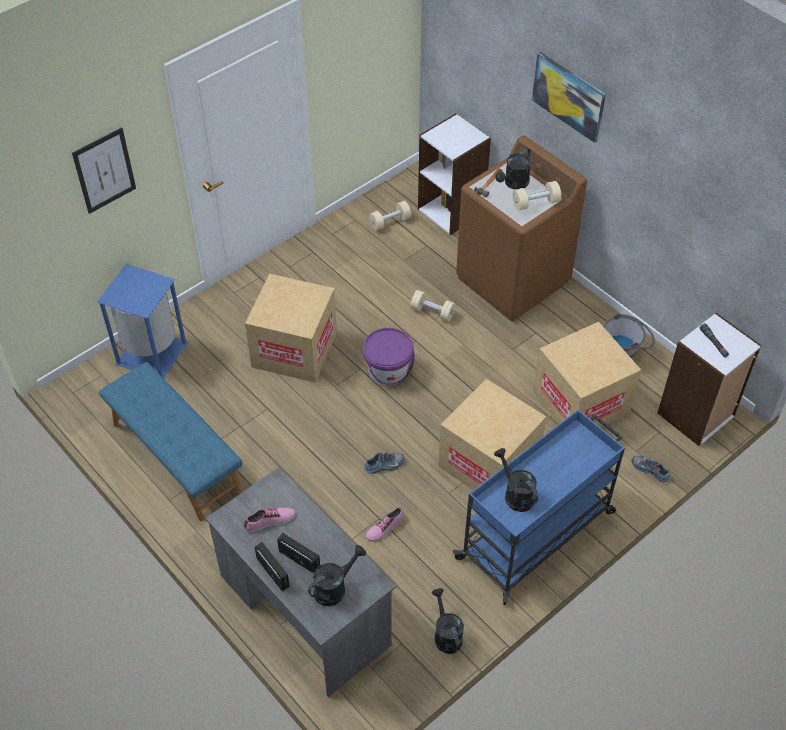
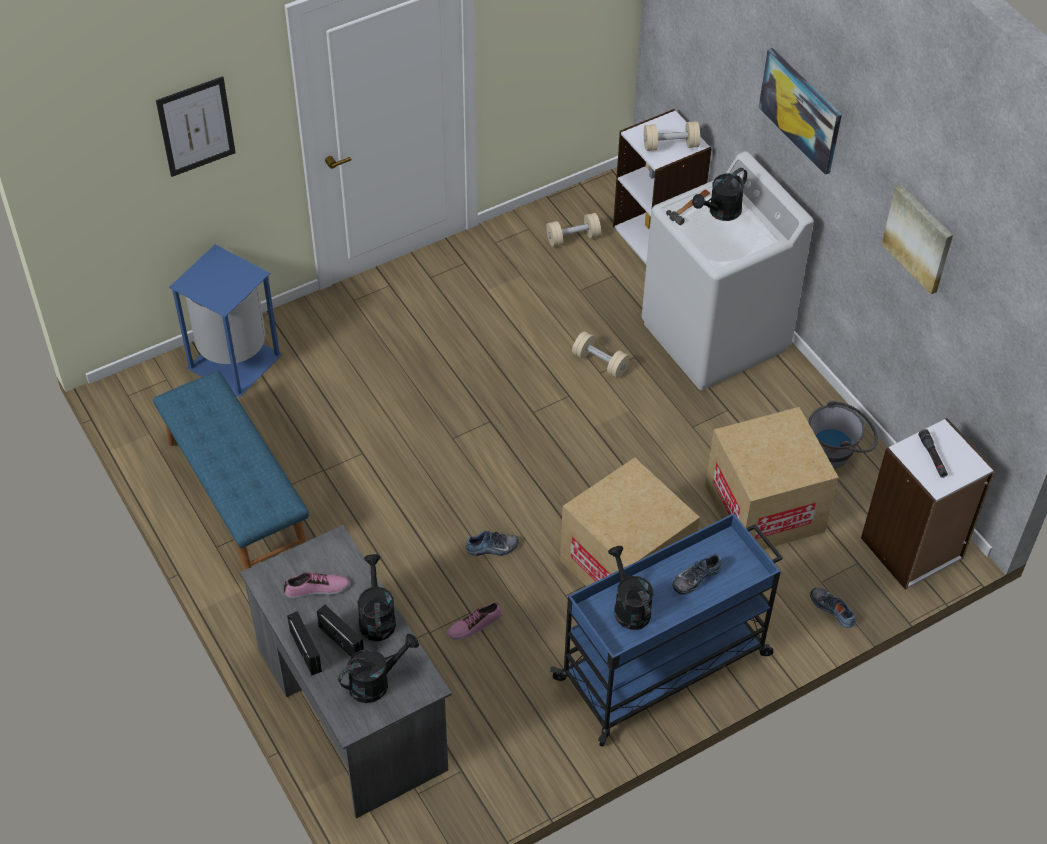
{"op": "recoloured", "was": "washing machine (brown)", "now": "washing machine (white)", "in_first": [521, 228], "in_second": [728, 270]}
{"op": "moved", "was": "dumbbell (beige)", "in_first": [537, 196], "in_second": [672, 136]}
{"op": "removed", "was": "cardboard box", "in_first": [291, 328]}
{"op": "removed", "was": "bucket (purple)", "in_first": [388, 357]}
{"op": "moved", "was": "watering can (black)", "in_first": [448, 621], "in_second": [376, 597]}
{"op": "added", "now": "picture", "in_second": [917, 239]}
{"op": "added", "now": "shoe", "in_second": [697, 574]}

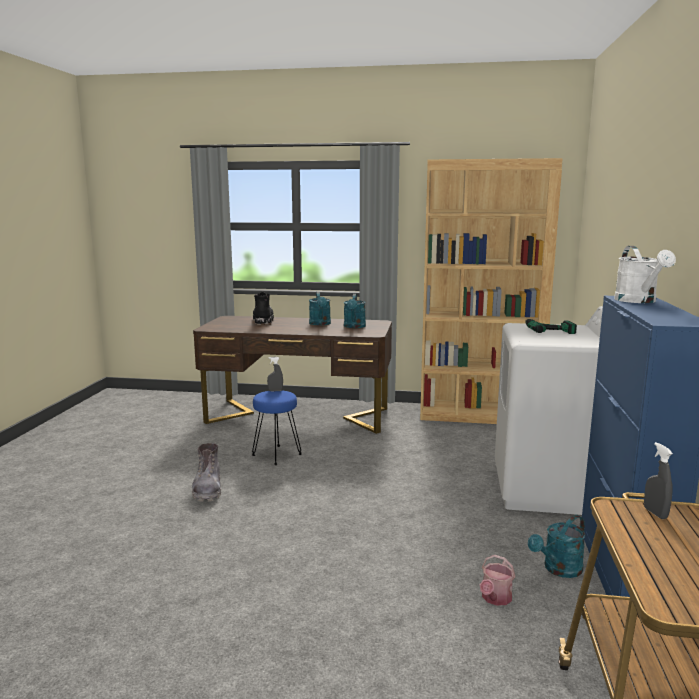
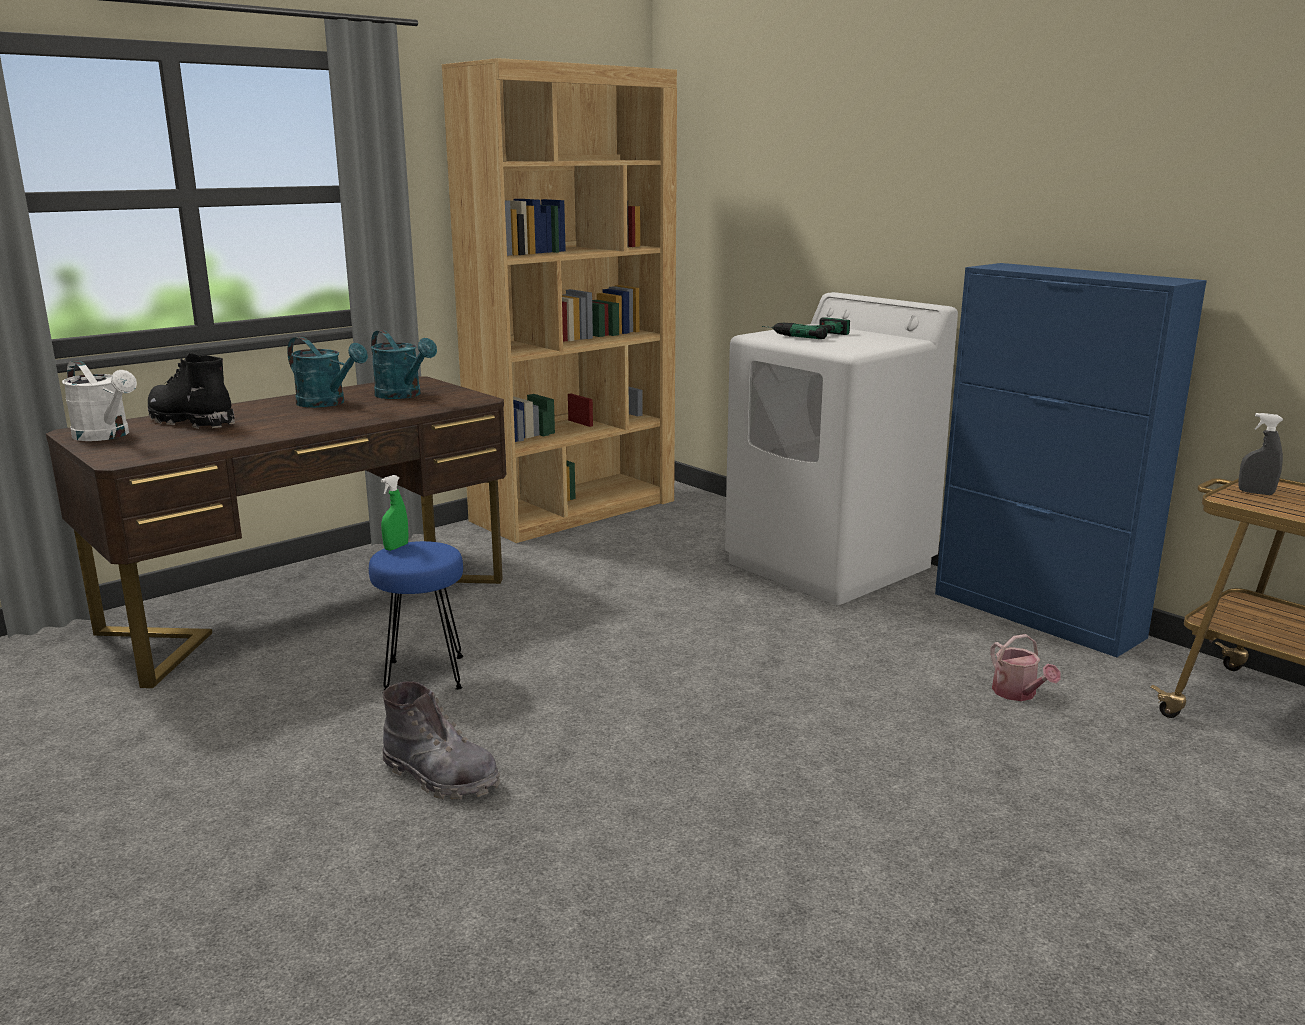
{"op": "moved", "was": "watering can (white)", "in_first": [645, 274], "in_second": [99, 400]}
{"op": "recoloured", "was": "spray bottle (grey)", "now": "spray bottle (green)", "in_first": [275, 374], "in_second": [394, 513]}
{"op": "removed", "was": "watering can (turquoise)", "in_first": [556, 546]}

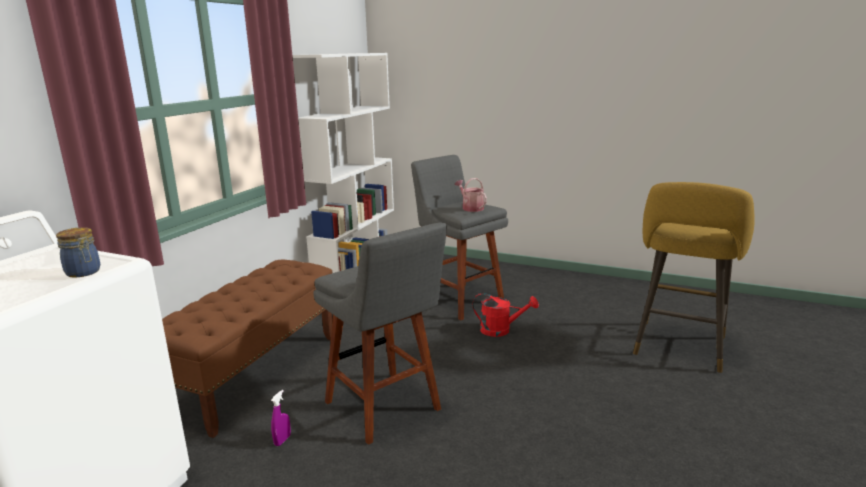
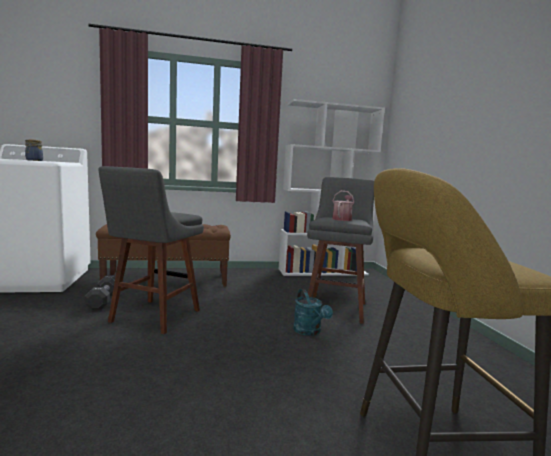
{"op": "recoloured", "was": "watering can (red)", "now": "watering can (turquoise)", "in_first": [506, 315], "in_second": [313, 312]}
{"op": "replaced", "was": "spray bottle (purple)", "now": "dumbbell (black)", "in_first": [281, 418], "in_second": [100, 293]}

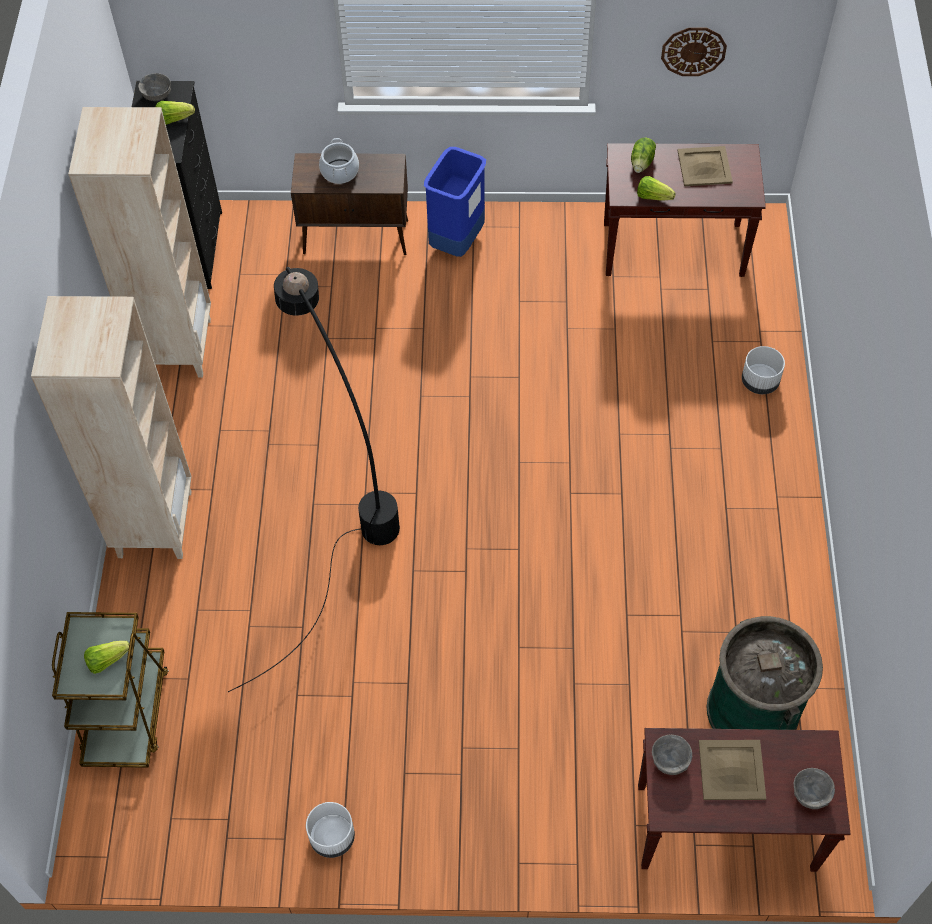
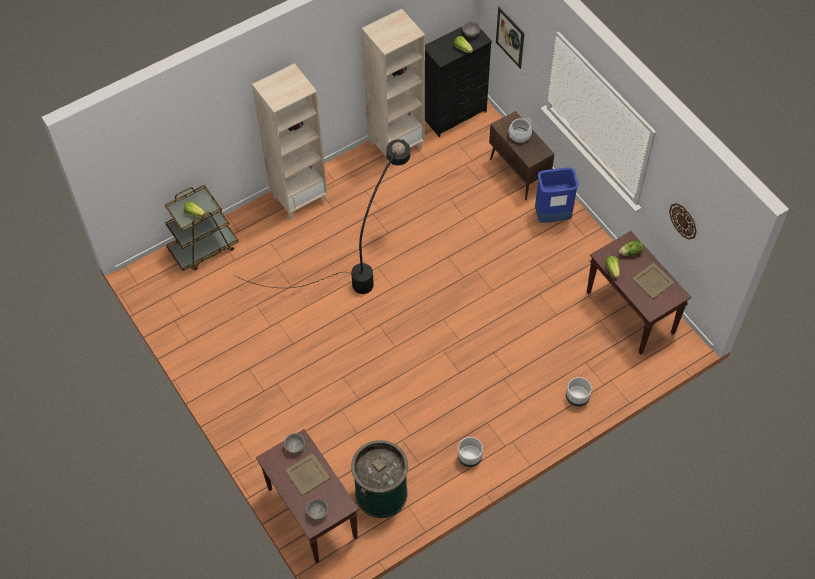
{"op": "moved", "was": "planter (white)", "in_first": [330, 830], "in_second": [470, 452]}
{"op": "added", "now": "picture", "in_second": [510, 38]}

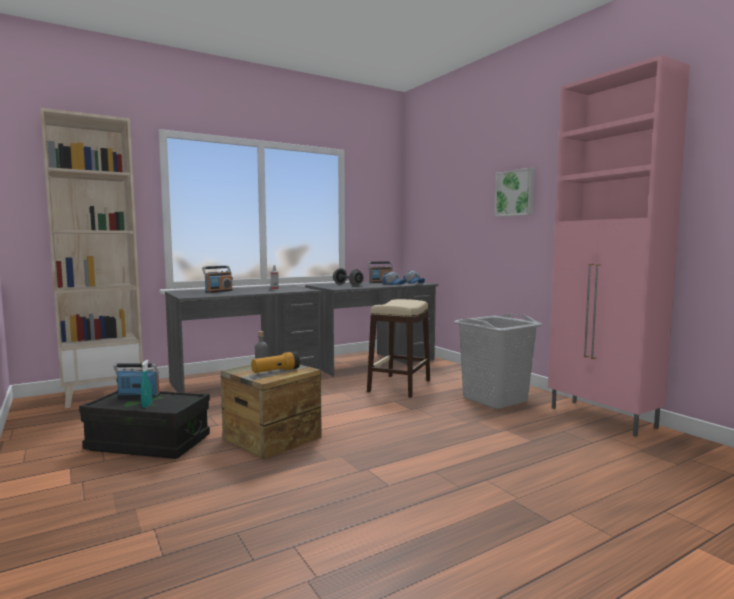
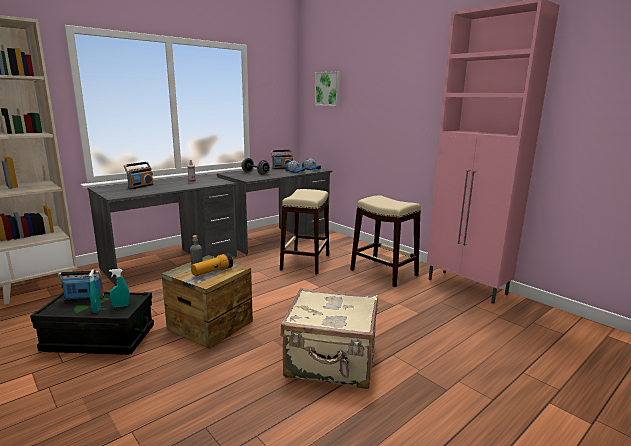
{"op": "moved", "was": "picture", "in_first": [514, 192], "in_second": [327, 88]}
{"op": "replaced", "was": "laundry basket (grey)", "now": "stool (beige)", "in_first": [498, 361], "in_second": [385, 241]}
{"op": "added", "now": "spray bottle (turquoise)", "in_second": [119, 288]}
{"op": "added", "now": "suitcase (beige)", "in_second": [329, 338]}

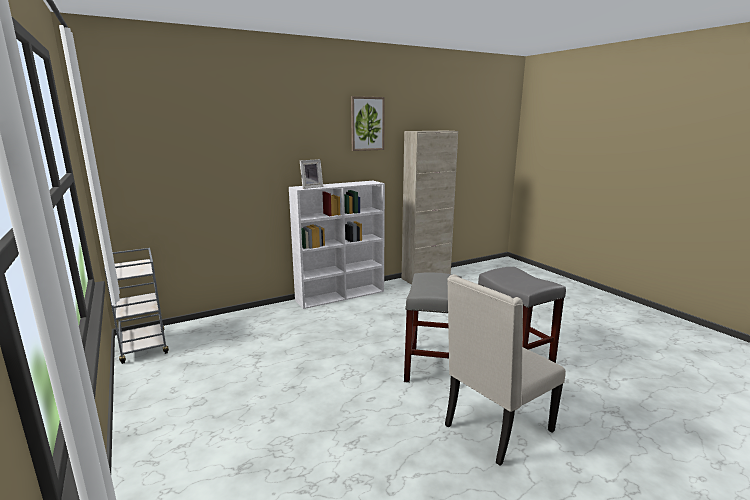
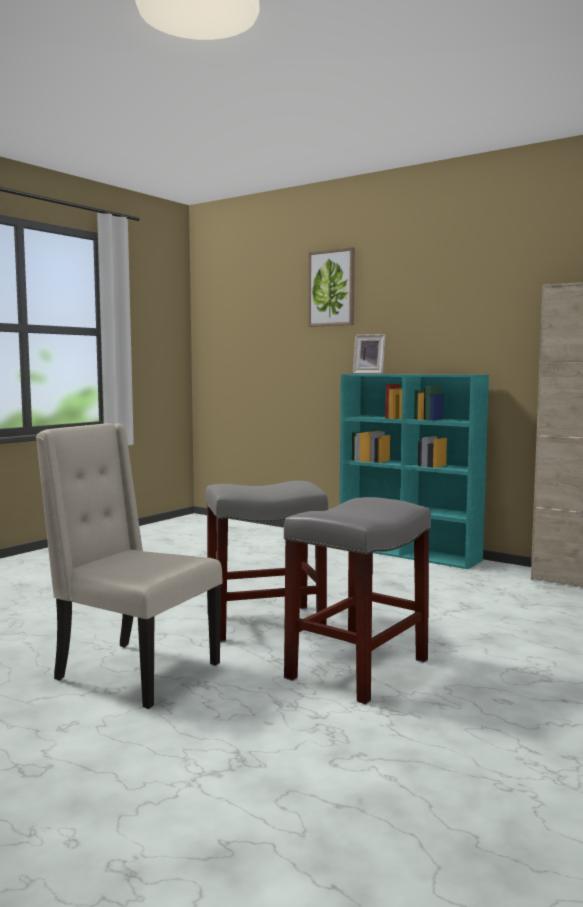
{"op": "moved", "was": "picture", "in_first": [368, 123], "in_second": [331, 287]}
{"op": "recoloured", "was": "bookcase (white)", "now": "bookcase (turquoise)", "in_first": [337, 245], "in_second": [414, 471]}
{"op": "removed", "was": "cart (grey)", "in_first": [136, 306]}

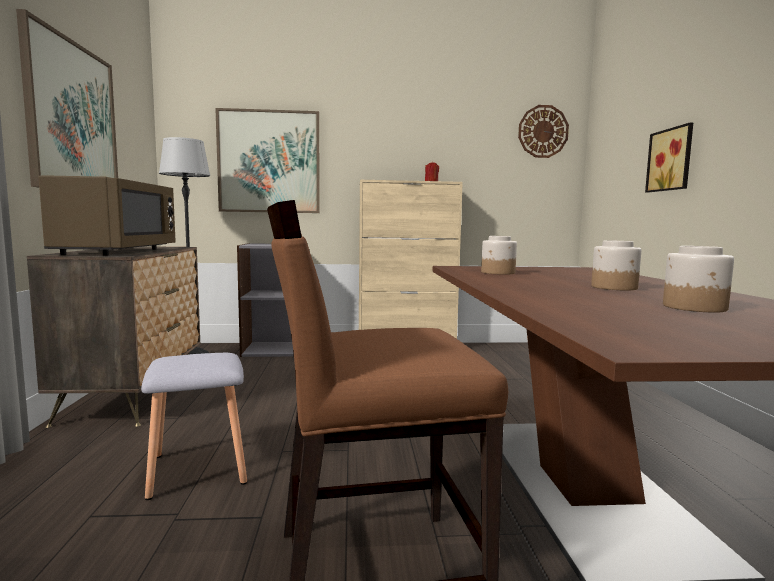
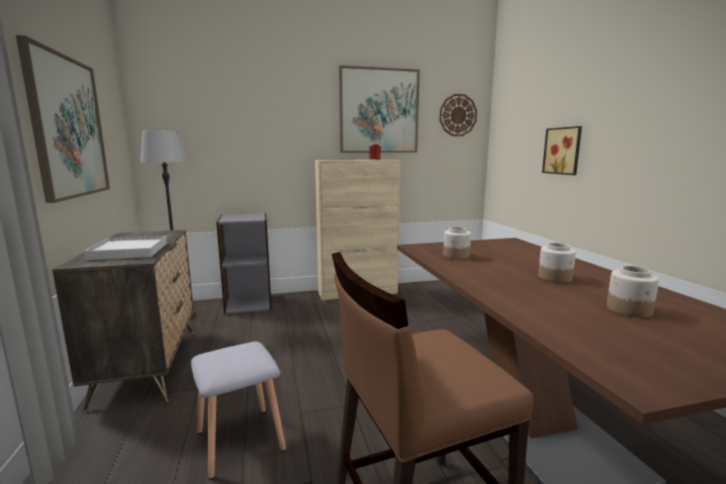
{"op": "moved", "was": "picture", "in_first": [267, 160], "in_second": [379, 109]}
{"op": "replaced", "was": "microwave (brown)", "now": "tray (white)", "in_first": [107, 215], "in_second": [125, 248]}

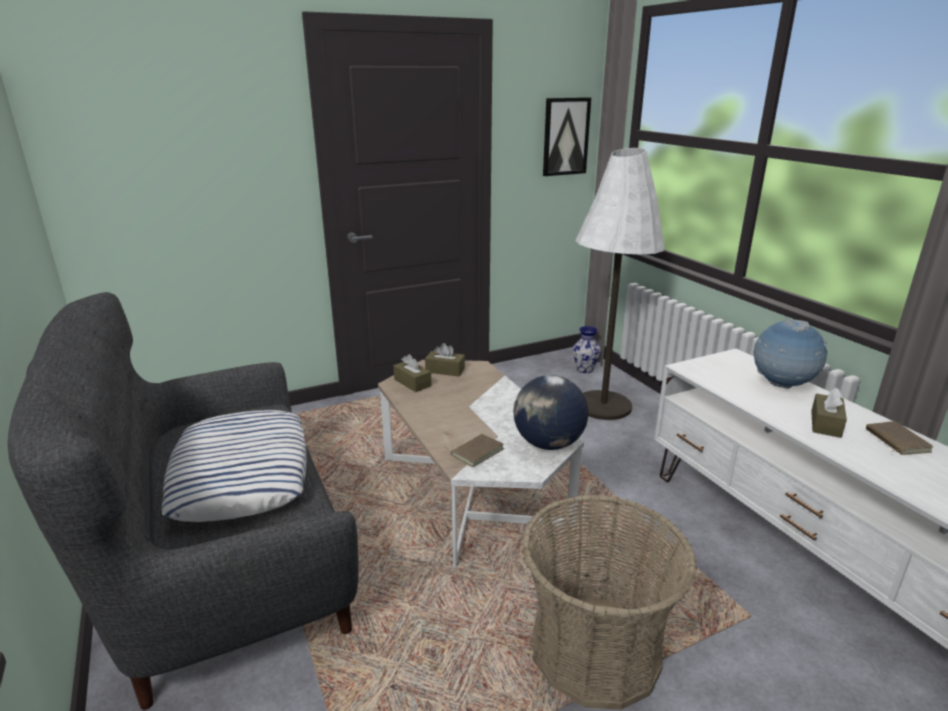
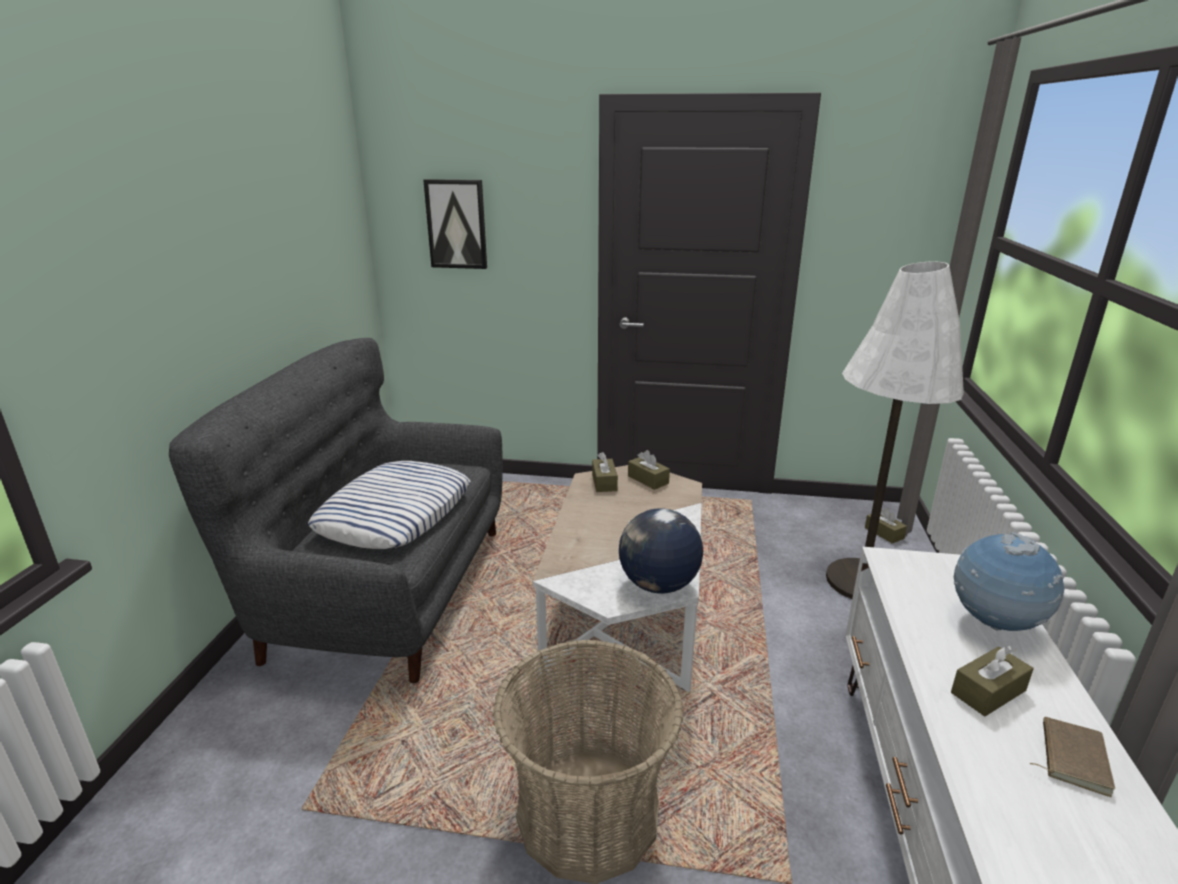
{"op": "moved", "was": "picture", "in_first": [567, 136], "in_second": [455, 224]}
{"op": "replaced", "was": "vase", "now": "tissue box (brown)", "in_first": [587, 349], "in_second": [886, 526]}
{"op": "removed", "was": "book (brown)", "in_first": [473, 450]}

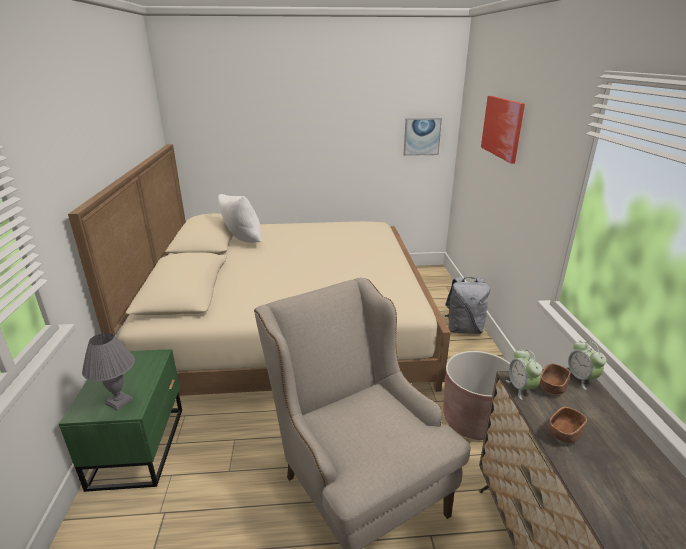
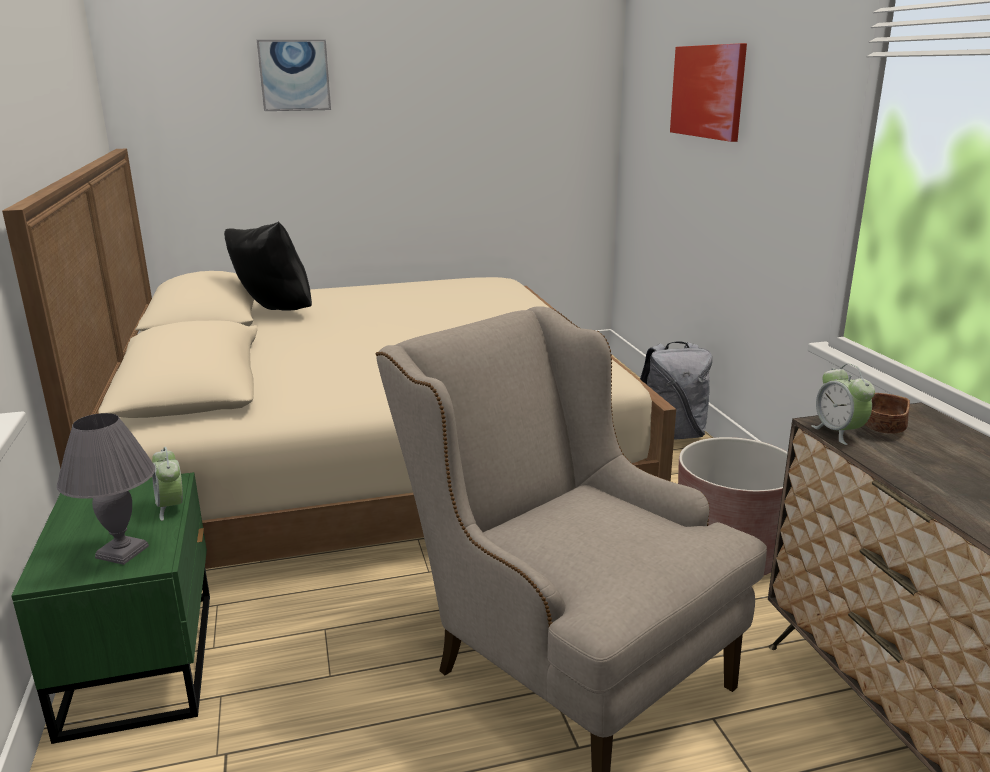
{"op": "moved", "was": "picture", "in_first": [423, 137], "in_second": [294, 75]}
{"op": "recoloured", "was": "pillow (white)", "now": "pillow (black)", "in_first": [240, 218], "in_second": [268, 266]}
{"op": "moved", "was": "alarm clock", "in_first": [587, 365], "in_second": [167, 484]}
{"op": "removed", "was": "bowl (brown)", "in_first": [567, 425]}

